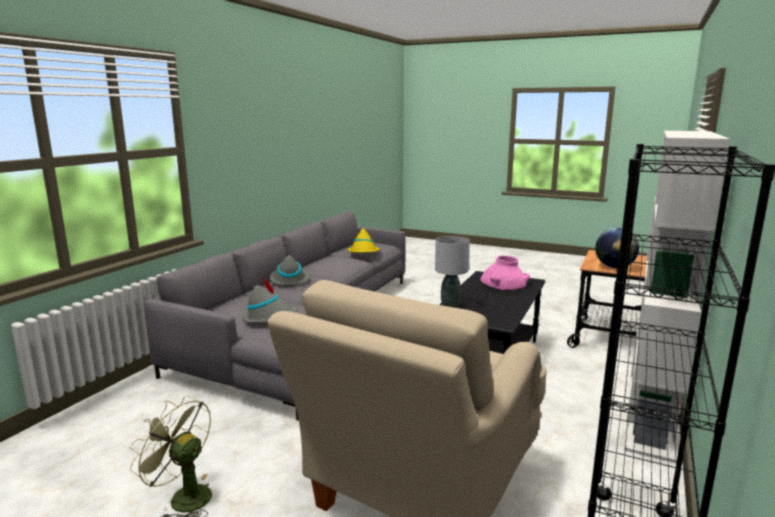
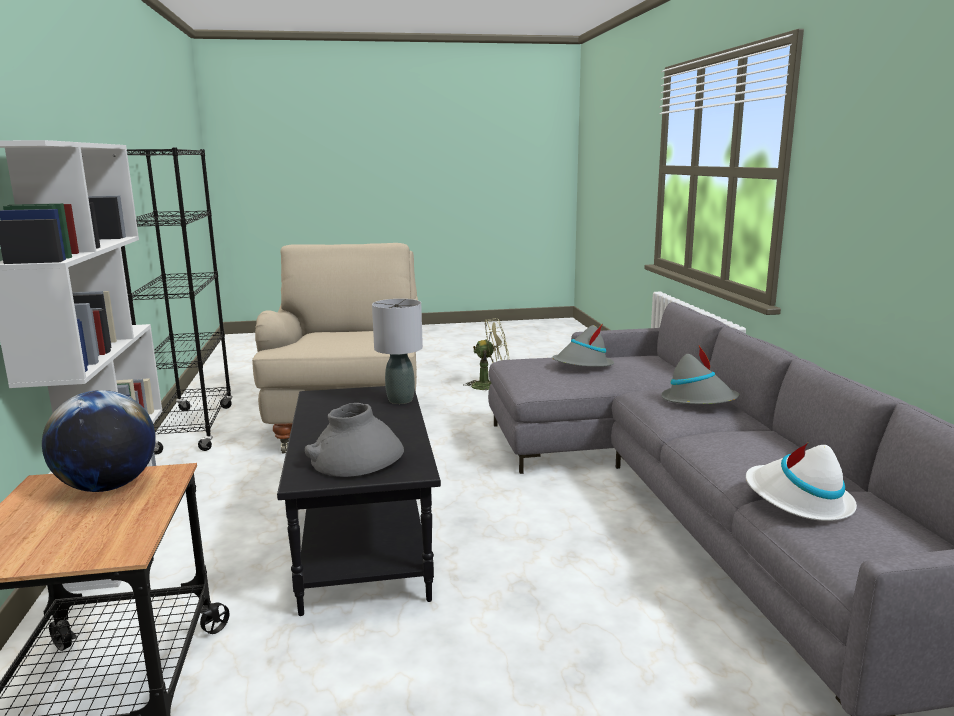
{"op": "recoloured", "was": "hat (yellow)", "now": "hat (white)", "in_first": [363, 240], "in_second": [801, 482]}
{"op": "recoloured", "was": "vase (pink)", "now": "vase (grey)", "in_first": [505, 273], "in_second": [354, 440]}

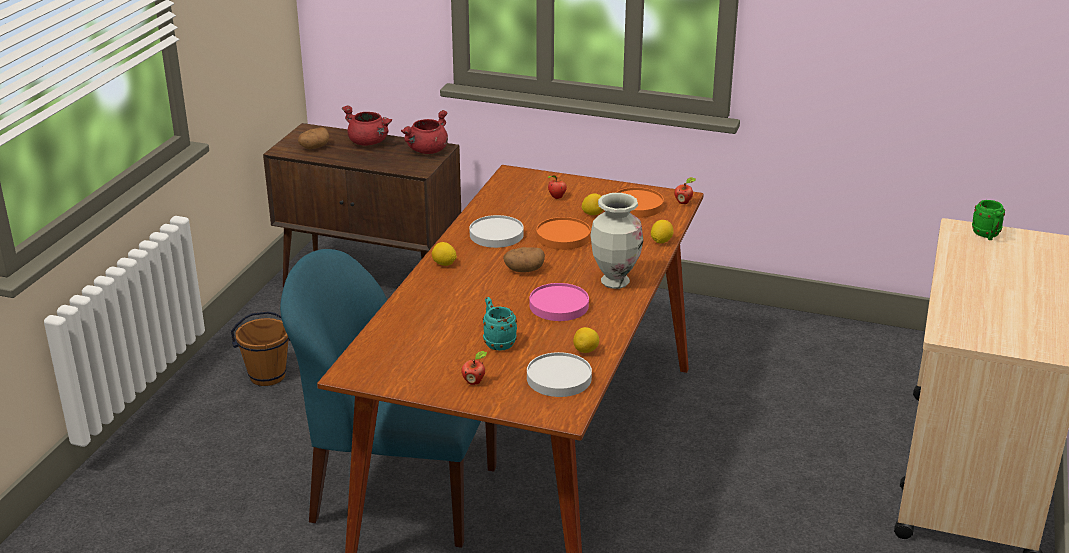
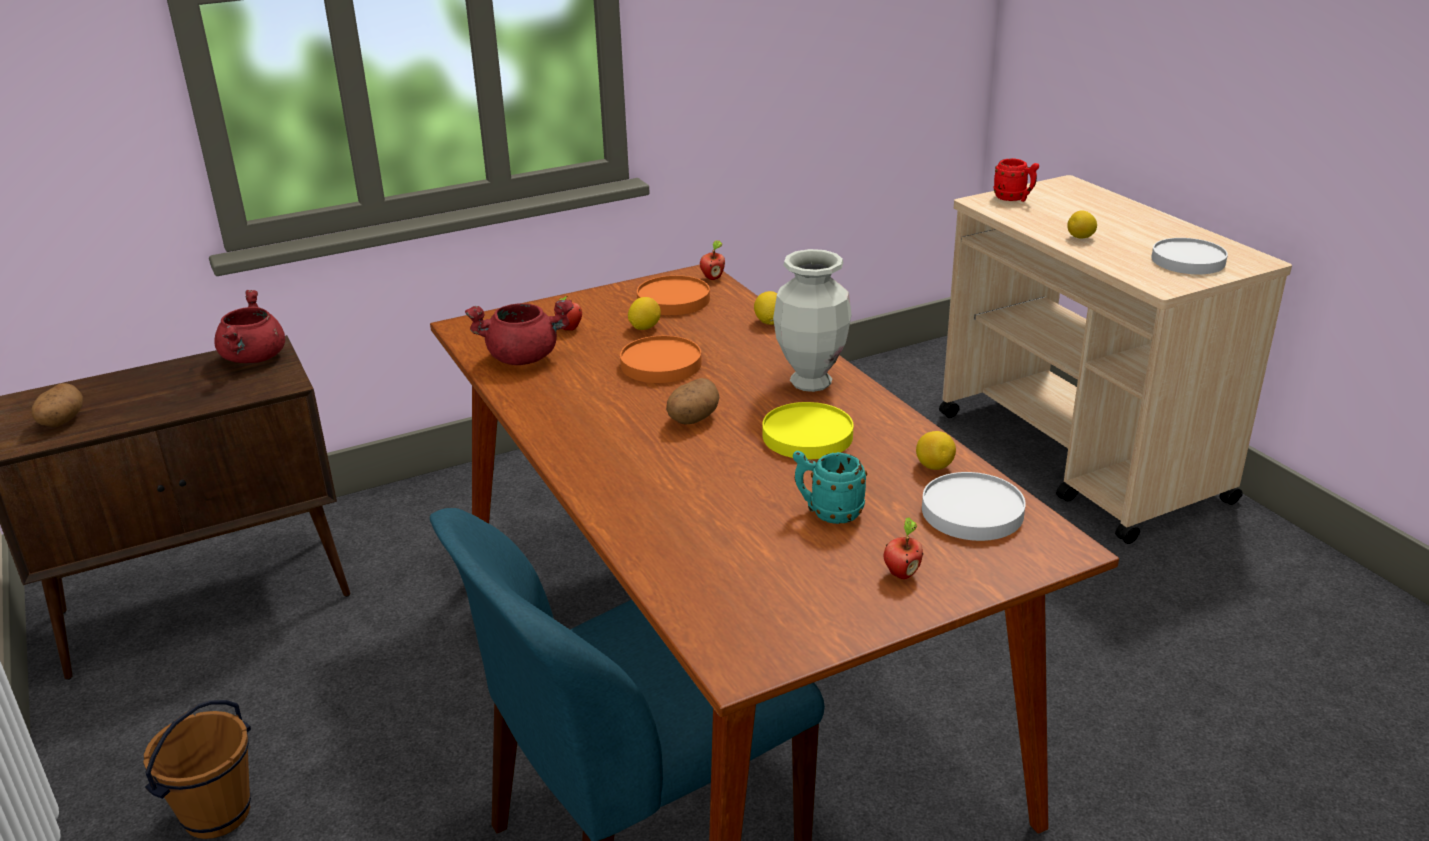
{"op": "moved", "was": "cooking pot (red)", "in_first": [367, 126], "in_second": [519, 332]}
{"op": "recoloured", "was": "mug (green)", "now": "mug (red)", "in_first": [988, 220], "in_second": [1016, 180]}
{"op": "moved", "was": "plate (white)", "in_first": [496, 231], "in_second": [1189, 256]}
{"op": "moved", "was": "lemon", "in_first": [444, 254], "in_second": [1082, 224]}
{"op": "recoloured", "was": "plate (pink)", "now": "plate (yellow)", "in_first": [559, 302], "in_second": [808, 430]}

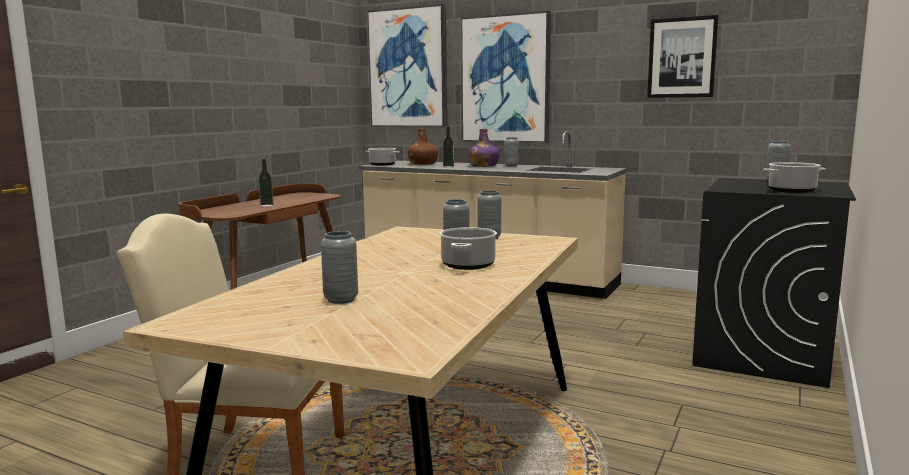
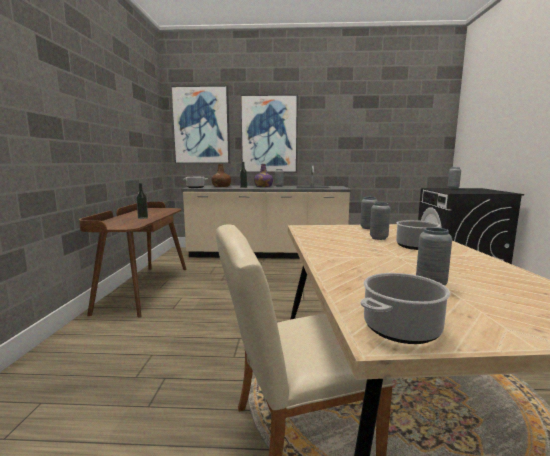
{"op": "removed", "was": "picture", "in_first": [682, 56]}
{"op": "moved", "was": "cooking pot", "in_first": [794, 177], "in_second": [405, 308]}

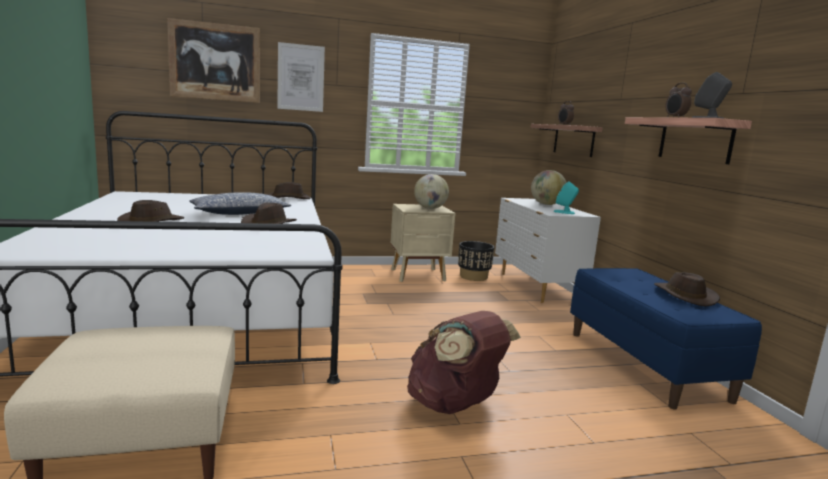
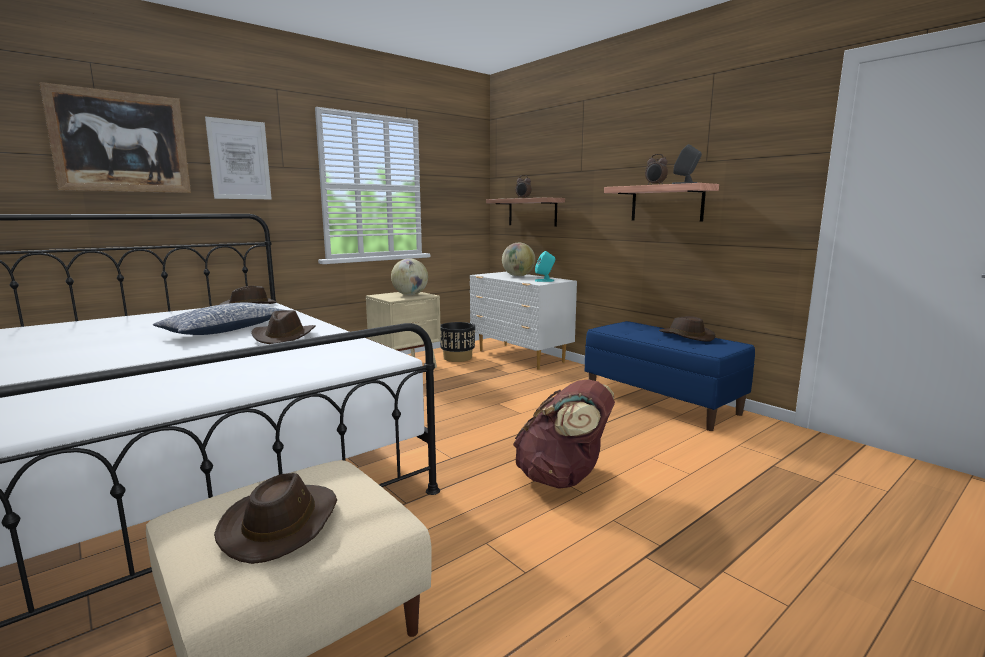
{"op": "moved", "was": "hat (brown)", "in_first": [151, 211], "in_second": [275, 518]}

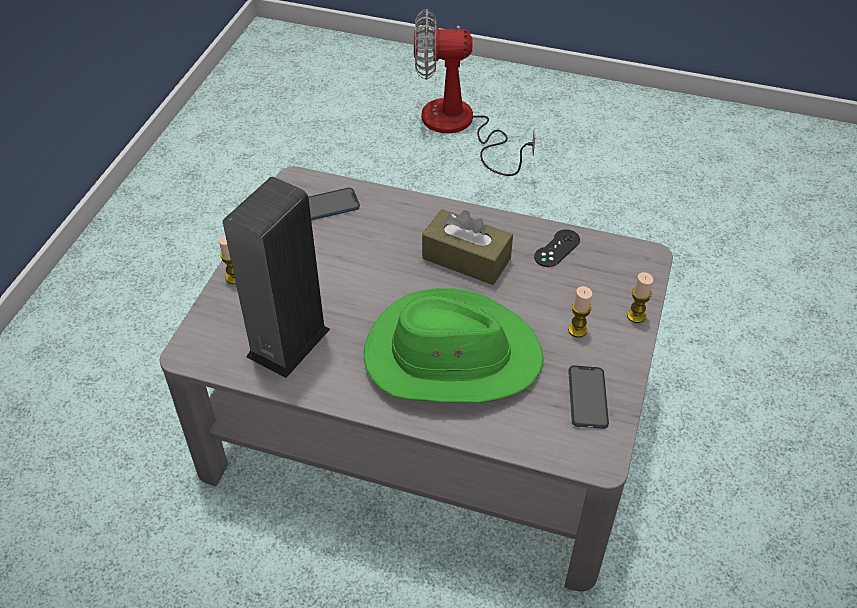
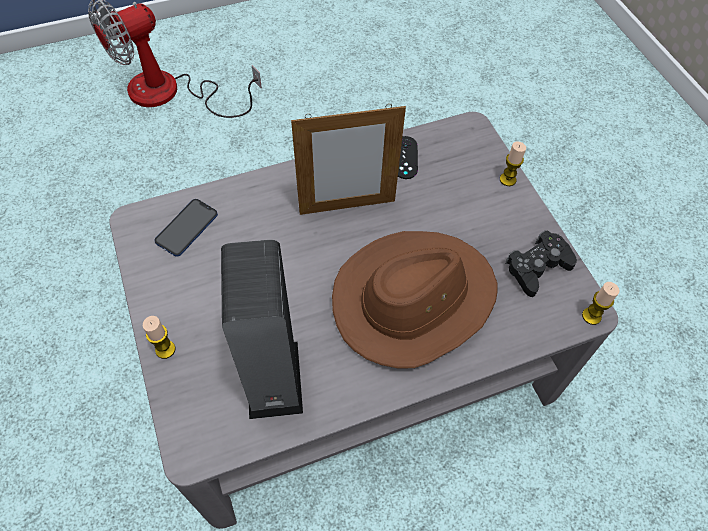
{"op": "replaced", "was": "tissue box (brown)", "now": "picture frame", "in_first": [467, 247], "in_second": [348, 159]}
{"op": "moved", "was": "candle", "in_first": [580, 312], "in_second": [601, 303]}
{"op": "recoloured", "was": "hat (green)", "now": "hat (brown)", "in_first": [454, 345], "in_second": [415, 299]}
{"op": "replaced", "was": "phone", "now": "game controller (black)", "in_first": [588, 397], "in_second": [541, 263]}

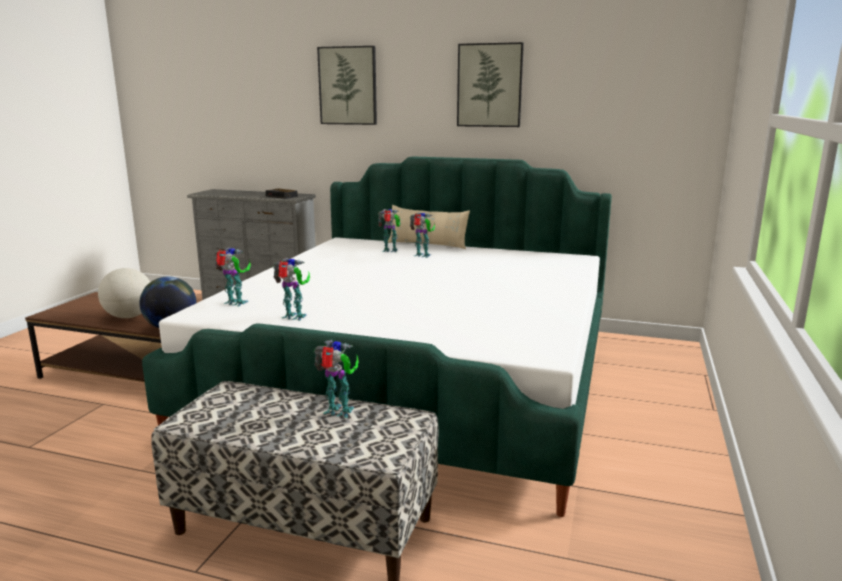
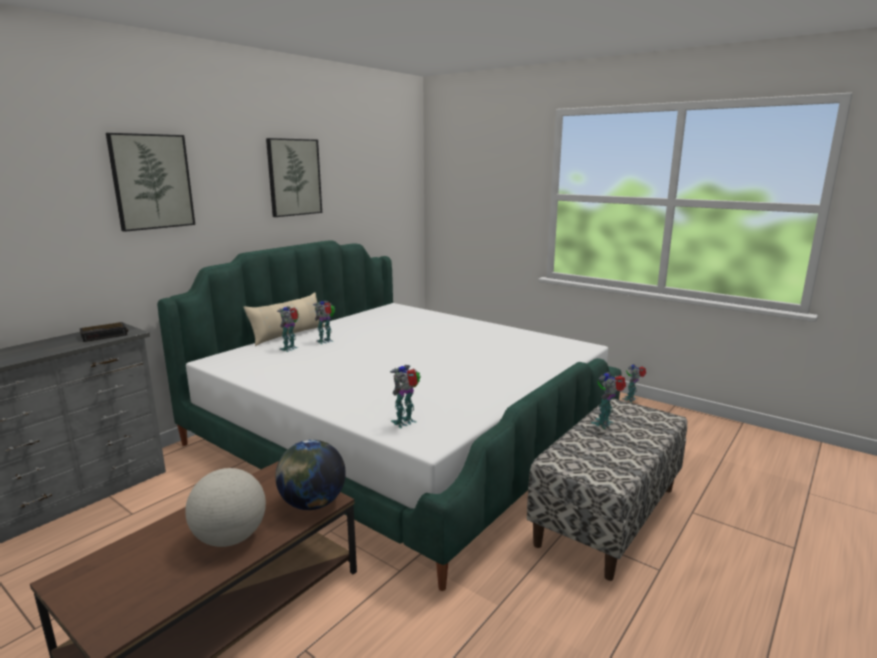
{"op": "moved", "was": "toy robot", "in_first": [291, 289], "in_second": [634, 383]}

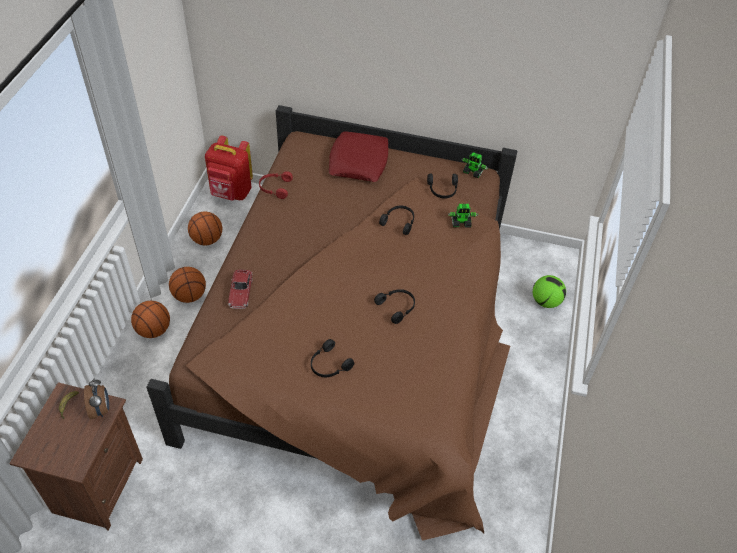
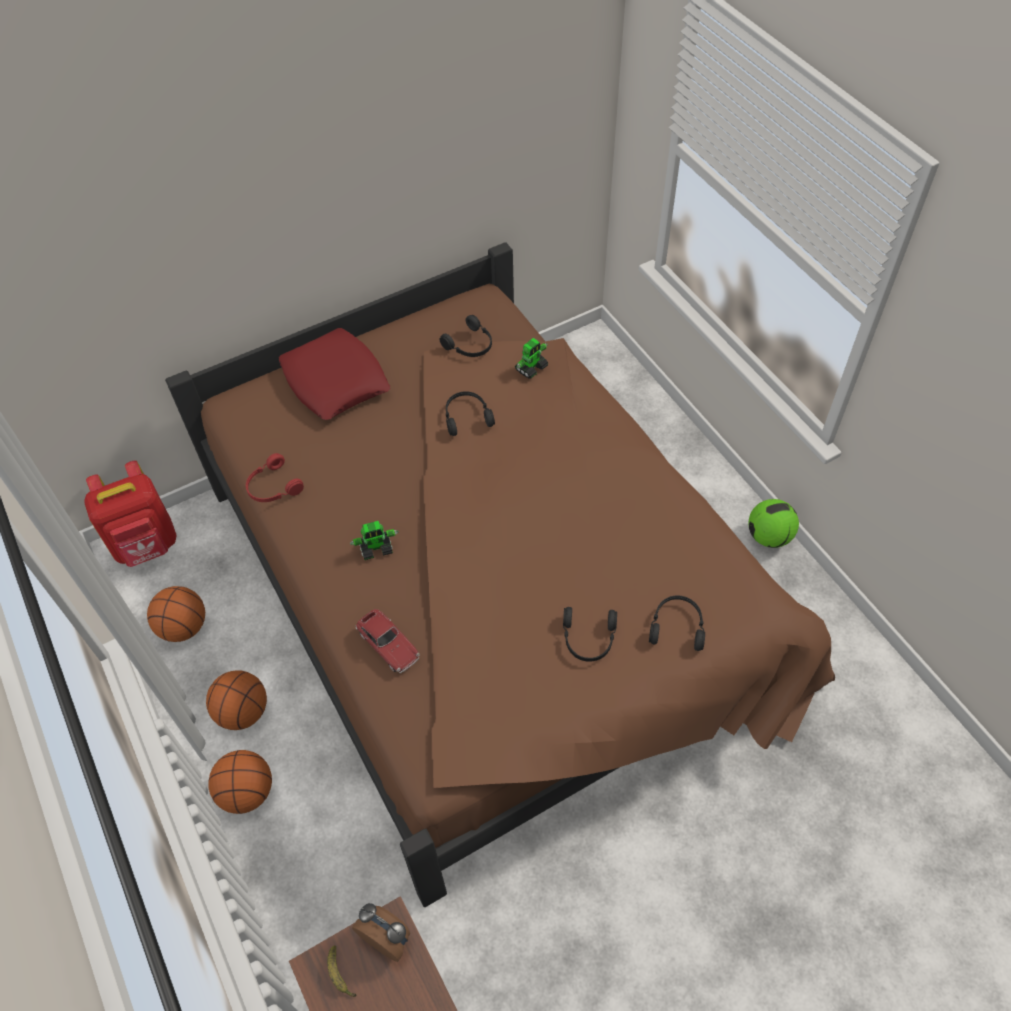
{"op": "moved", "was": "toy robot", "in_first": [475, 165], "in_second": [374, 540]}
{"op": "moved", "was": "football", "in_first": [549, 291], "in_second": [773, 523]}
{"op": "moved", "was": "headphones (black)", "in_first": [394, 306], "in_second": [677, 623]}

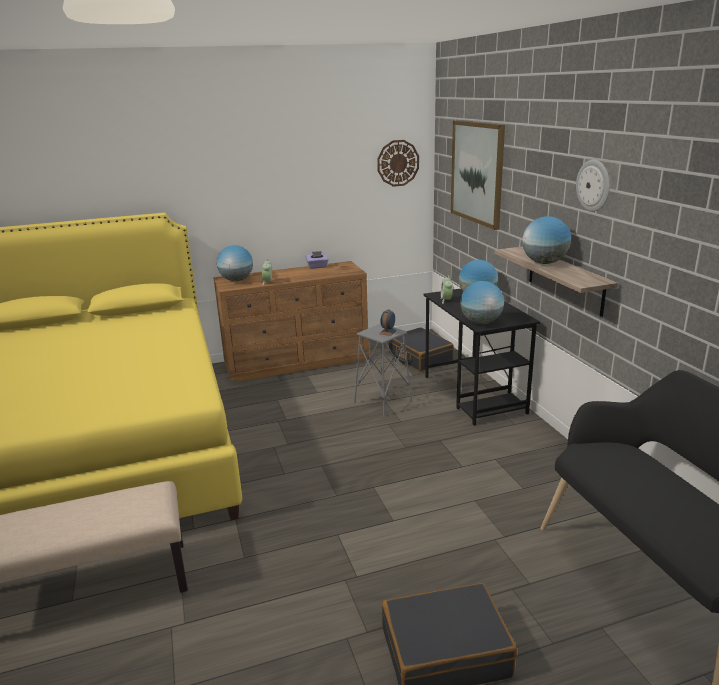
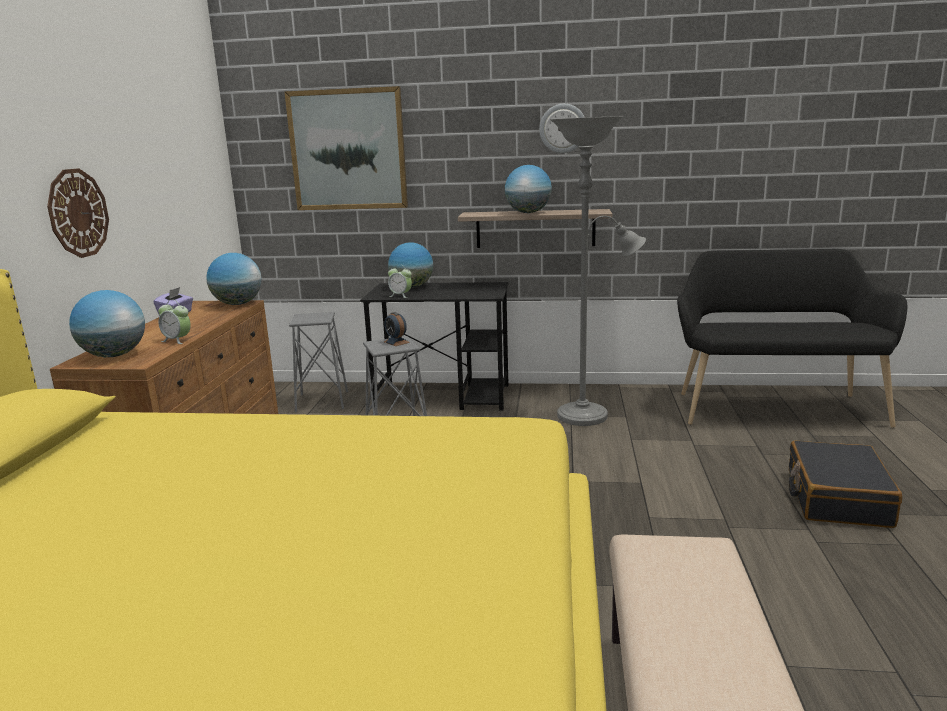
{"op": "moved", "was": "wall clock", "in_first": [398, 163], "in_second": [78, 213]}
{"op": "moved", "was": "globe", "in_first": [482, 302], "in_second": [233, 279]}
{"op": "replaced", "was": "suitcase (black)", "now": "stool (grey)", "in_first": [421, 349], "in_second": [318, 362]}
{"op": "added", "now": "floor lamp (grey)", "in_second": [598, 271]}

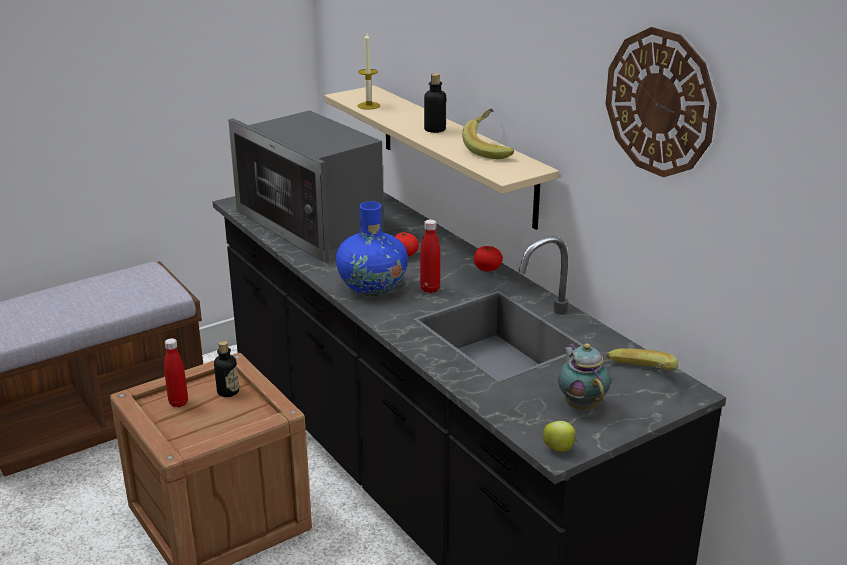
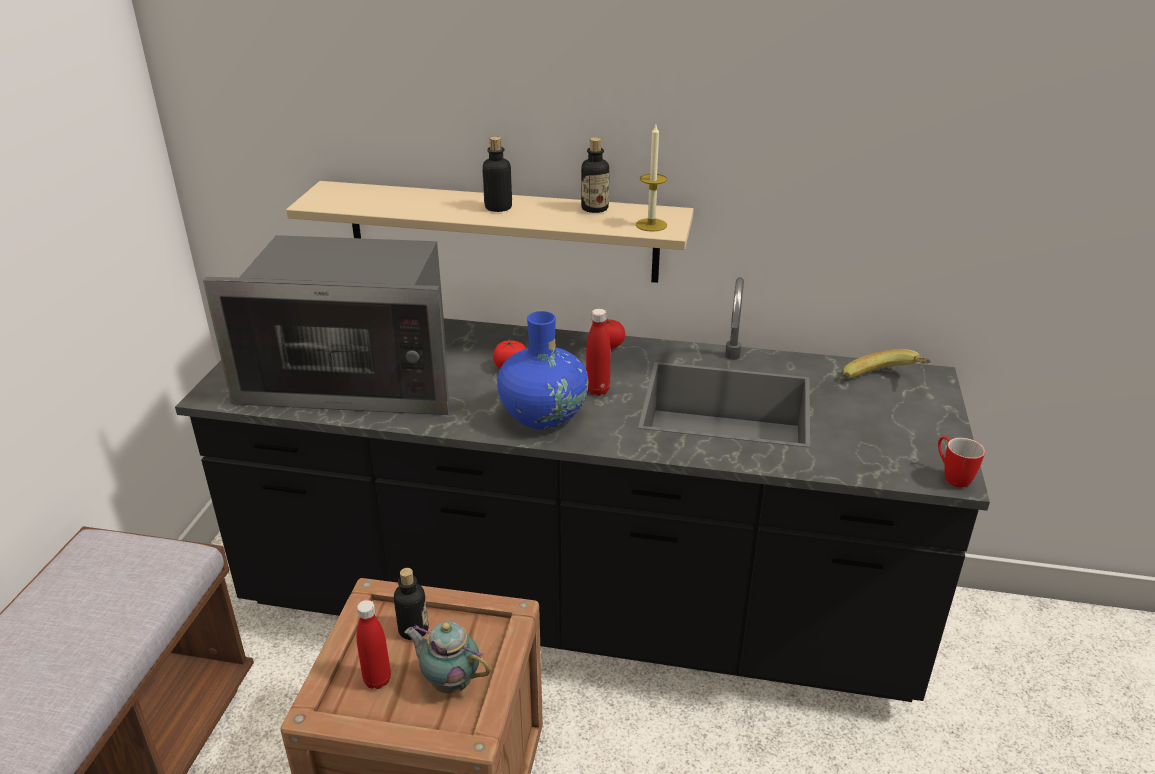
{"op": "removed", "was": "wall clock", "in_first": [661, 102]}
{"op": "moved", "was": "candle", "in_first": [369, 71], "in_second": [651, 178]}
{"op": "replaced", "was": "banana", "now": "bottle", "in_first": [488, 134], "in_second": [595, 175]}
{"op": "moved", "was": "teapot", "in_first": [584, 376], "in_second": [447, 657]}
{"op": "replaced", "was": "apple", "now": "mug", "in_first": [560, 436], "in_second": [961, 462]}

